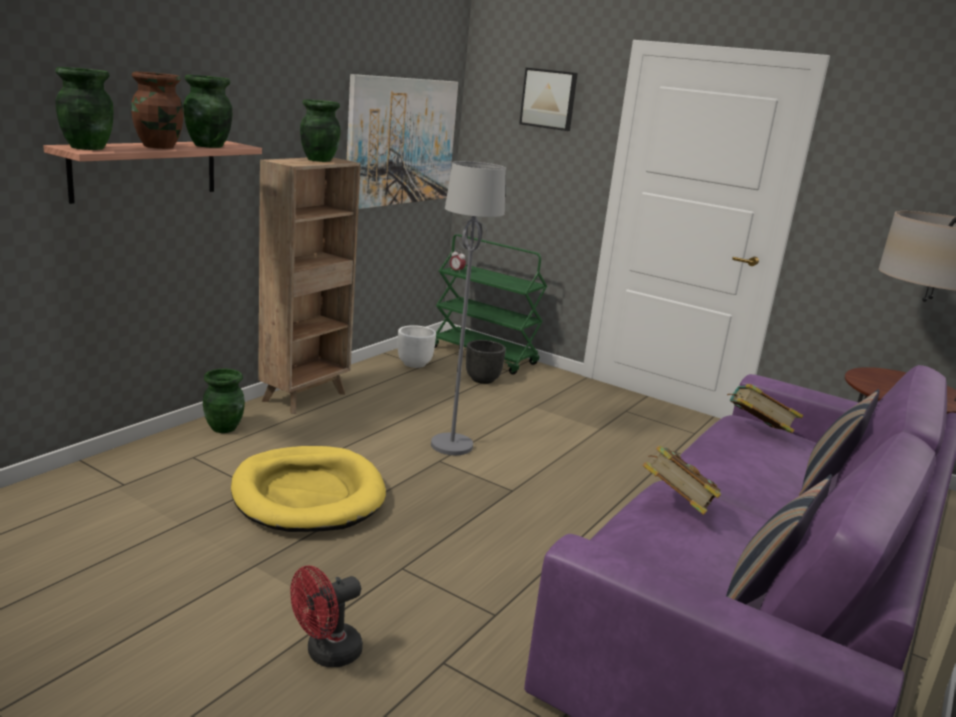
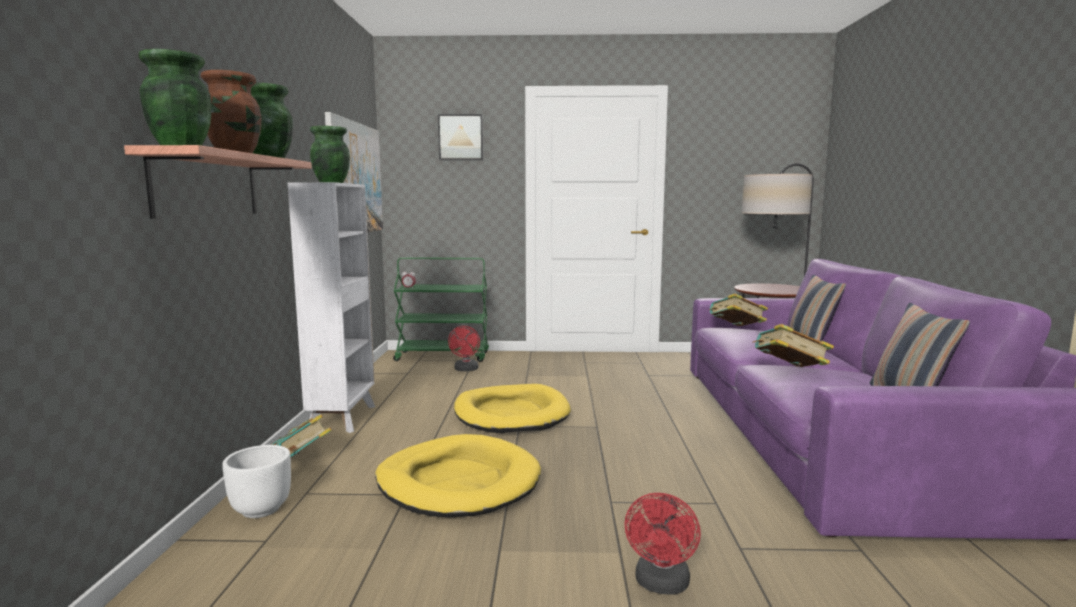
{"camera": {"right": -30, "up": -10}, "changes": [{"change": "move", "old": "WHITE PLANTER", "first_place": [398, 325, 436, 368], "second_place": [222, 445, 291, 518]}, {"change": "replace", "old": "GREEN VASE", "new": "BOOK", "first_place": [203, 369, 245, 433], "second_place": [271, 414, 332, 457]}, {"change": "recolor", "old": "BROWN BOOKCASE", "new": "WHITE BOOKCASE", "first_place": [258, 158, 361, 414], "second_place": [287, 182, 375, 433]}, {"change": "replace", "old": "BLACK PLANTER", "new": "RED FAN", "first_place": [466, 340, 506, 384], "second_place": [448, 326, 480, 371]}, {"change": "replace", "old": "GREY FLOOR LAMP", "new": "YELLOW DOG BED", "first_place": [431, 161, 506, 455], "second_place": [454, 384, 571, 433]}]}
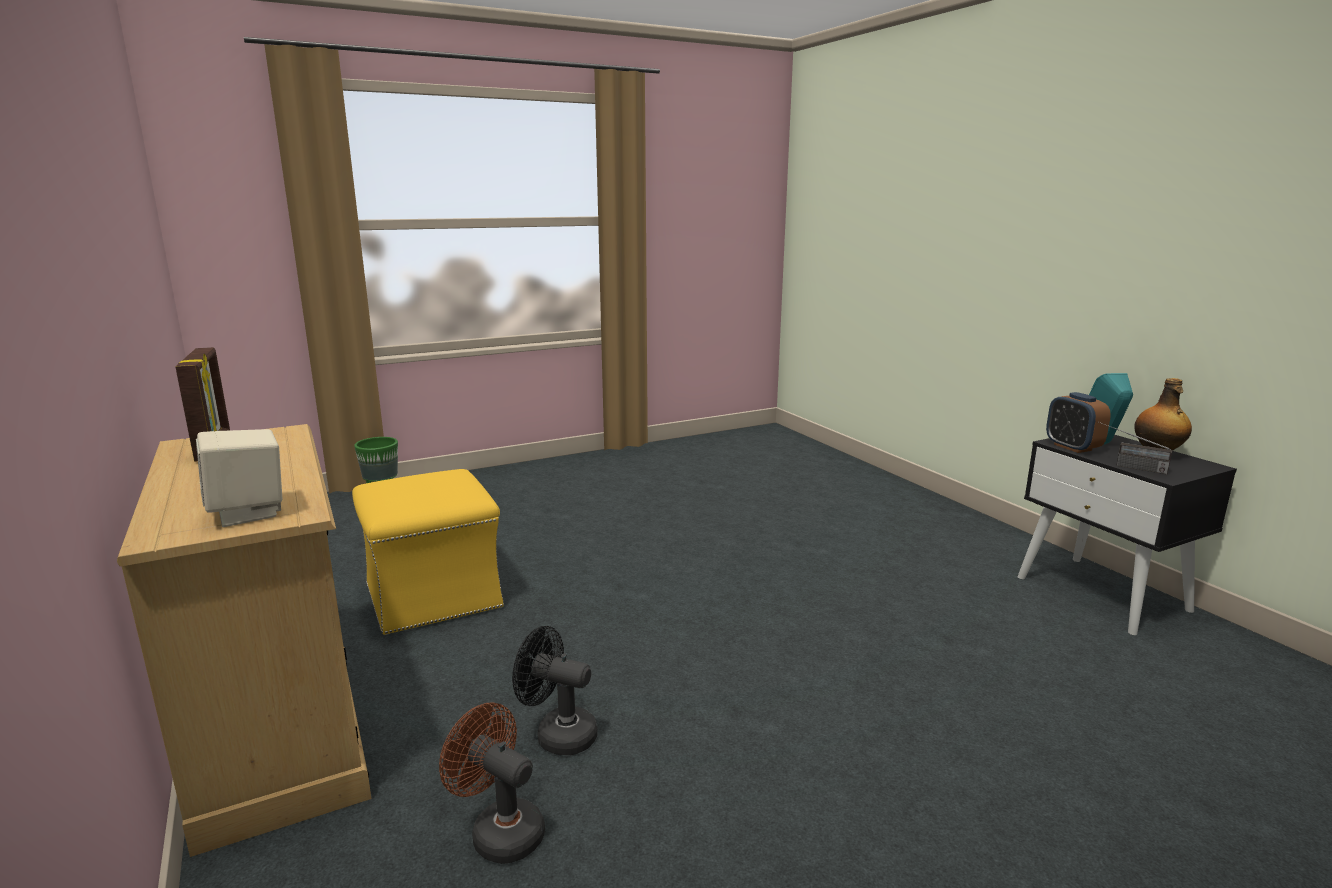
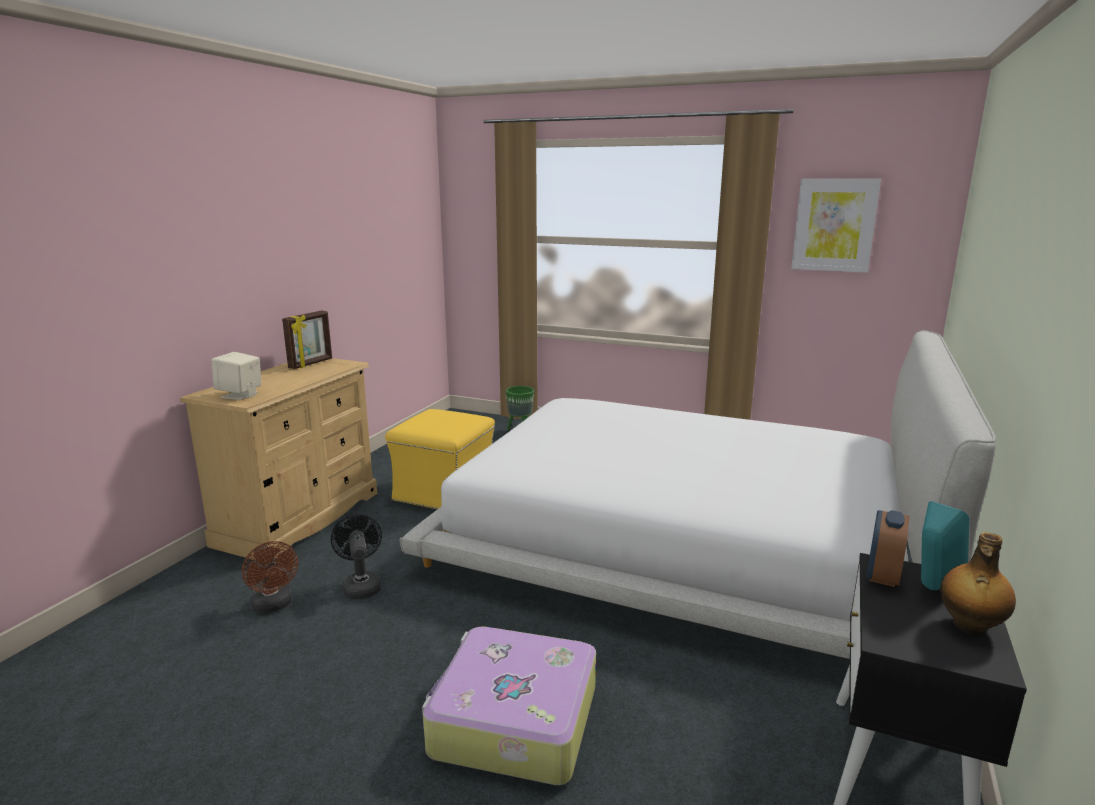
{"camera": {"right": 50, "up": 0}, "changes": [{"change": "rotate", "old": "BROWN FAN", "first_place": [439, 702, 545, 864], "second_place": [242, 541, 298, 613], "degrees": 150}, {"change": "insert", "new": "WHITE BED", "second_place": [399, 330, 996, 659]}, {"change": "insert", "new": "SUITCASE", "second_place": [422, 626, 596, 785]}, {"change": "insert", "new": "PICTURE", "second_place": [791, 179, 881, 273]}, {"change": "delete", "old": "RADIO", "first_place": [1099, 422, 1172, 474]}]}
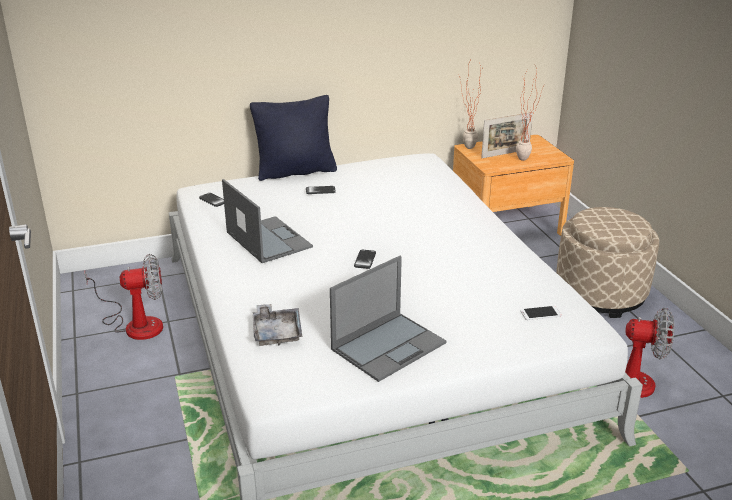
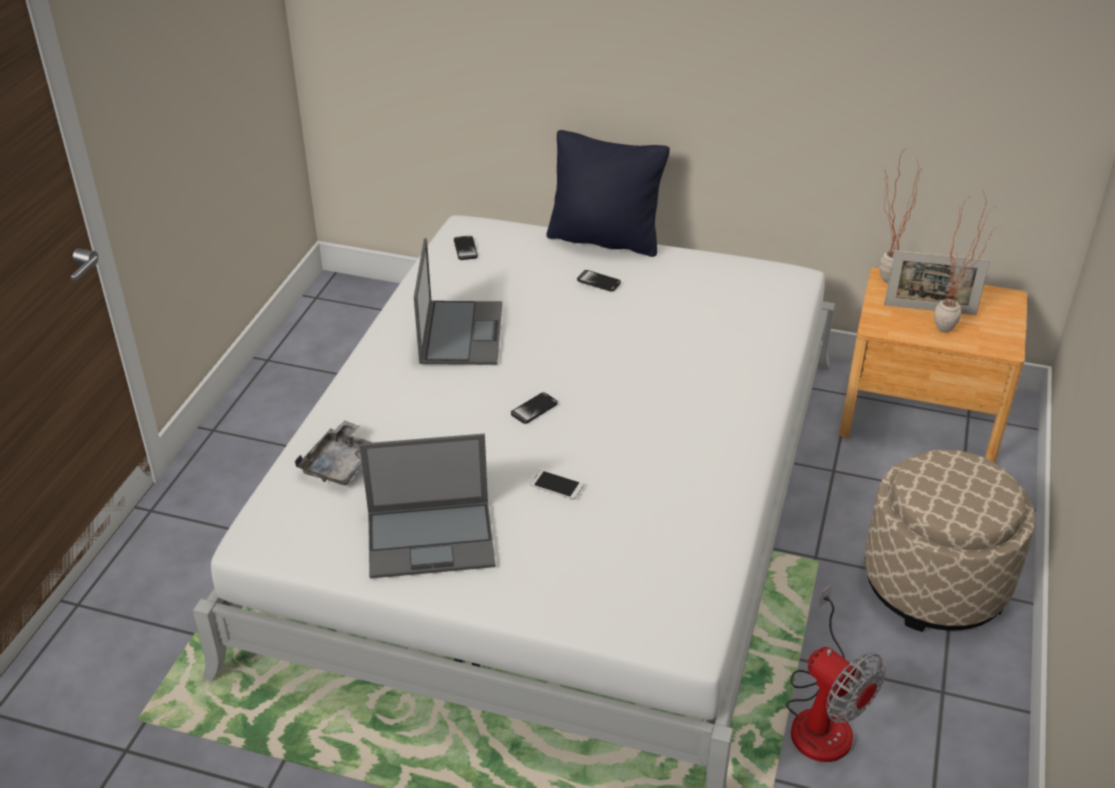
{"camera": {"right": 35, "up": 10}, "changes": [{"change": "move", "old": "PHONE", "first_place": [520, 306, 561, 320], "second_place": [530, 470, 584, 500]}, {"change": "delete", "old": "FAN", "first_place": [84, 254, 163, 340]}]}
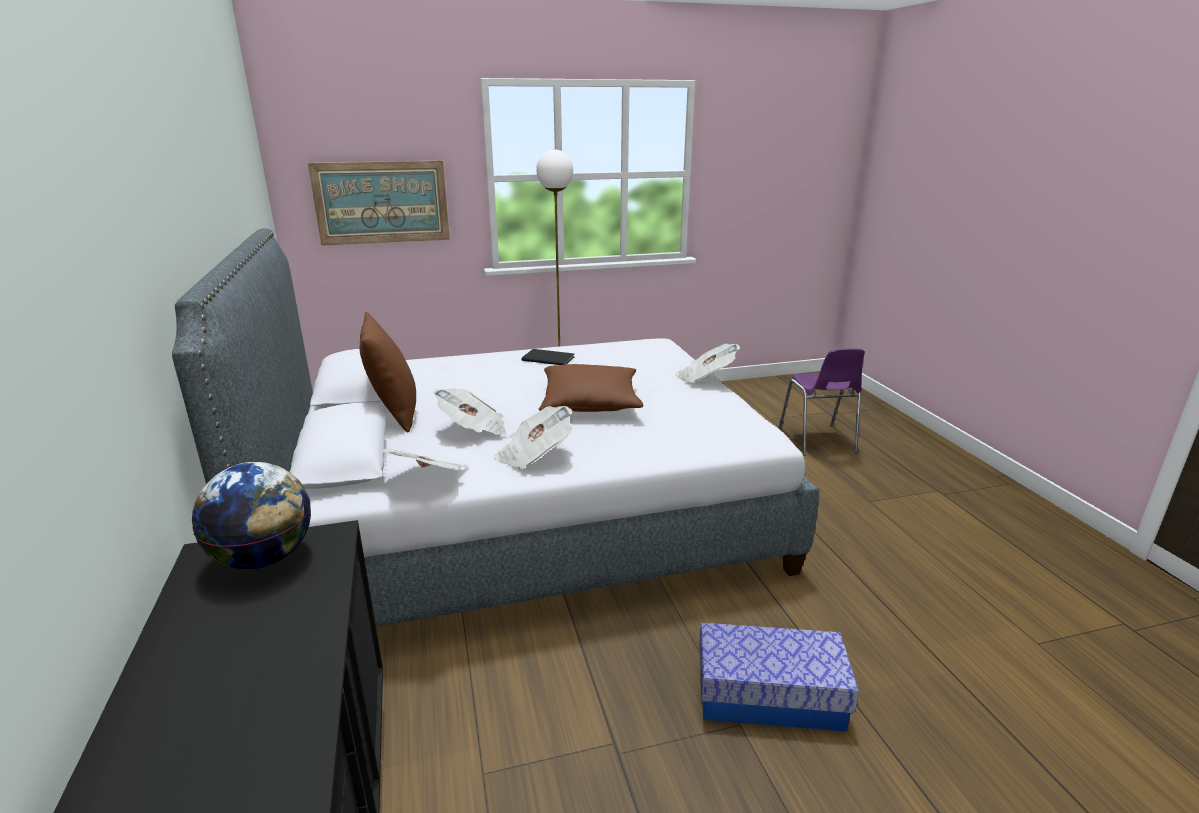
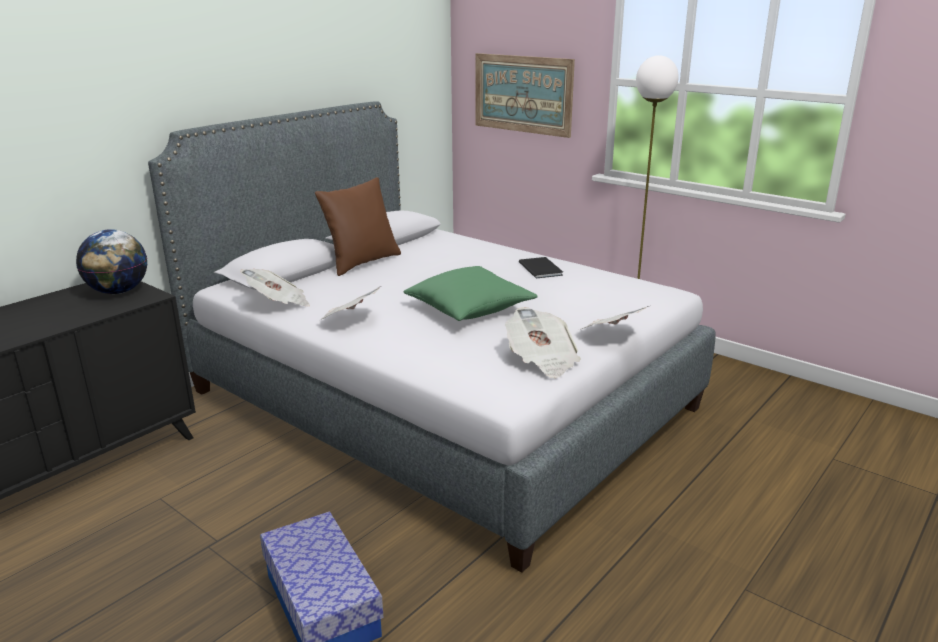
{"camera": {"right": 55, "up": 0}, "changes": [{"change": "recolor", "old": "BROWN PILLOW", "new": "GREEN PILLOW", "first_place": [539, 364, 644, 412], "second_place": [403, 266, 538, 321]}, {"change": "move", "old": "NEWSPAPER", "first_place": [433, 388, 506, 436], "second_place": [505, 307, 581, 379]}, {"change": "delete", "old": "PURPLE CHAIR", "first_place": [778, 348, 865, 456]}]}
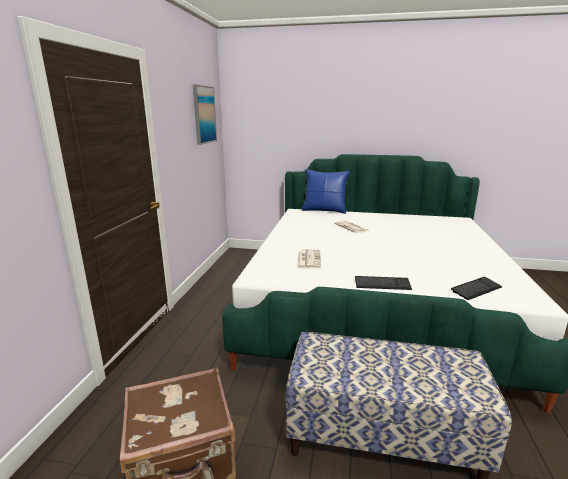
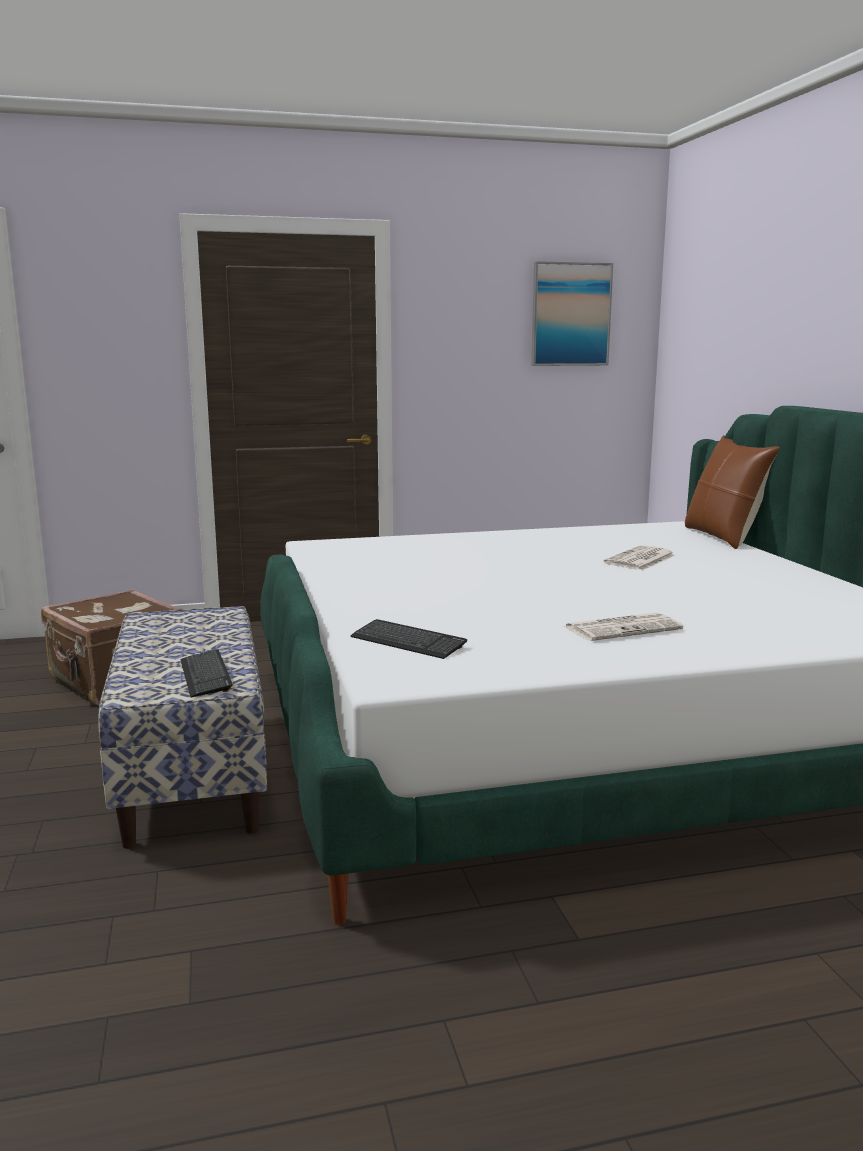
{"camera": {"right": 65, "up": -5}, "changes": [{"change": "move", "old": "KEYBOARD", "first_place": [355, 276, 412, 290], "second_place": [181, 649, 232, 698]}, {"change": "move", "old": "NEWSPAPER", "first_place": [297, 249, 321, 269], "second_place": [565, 613, 683, 641]}, {"change": "recolor", "old": "BLUE PILLOW", "new": "BROWN PILLOW", "first_place": [302, 169, 350, 214], "second_place": [685, 435, 780, 549]}]}
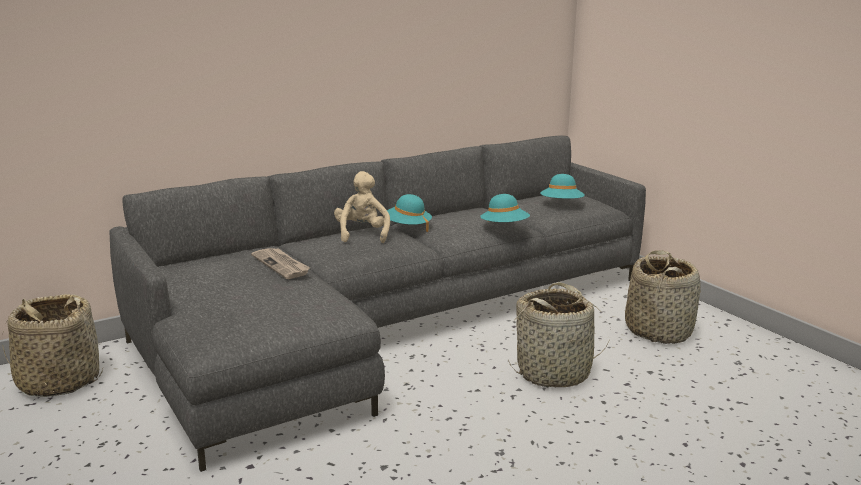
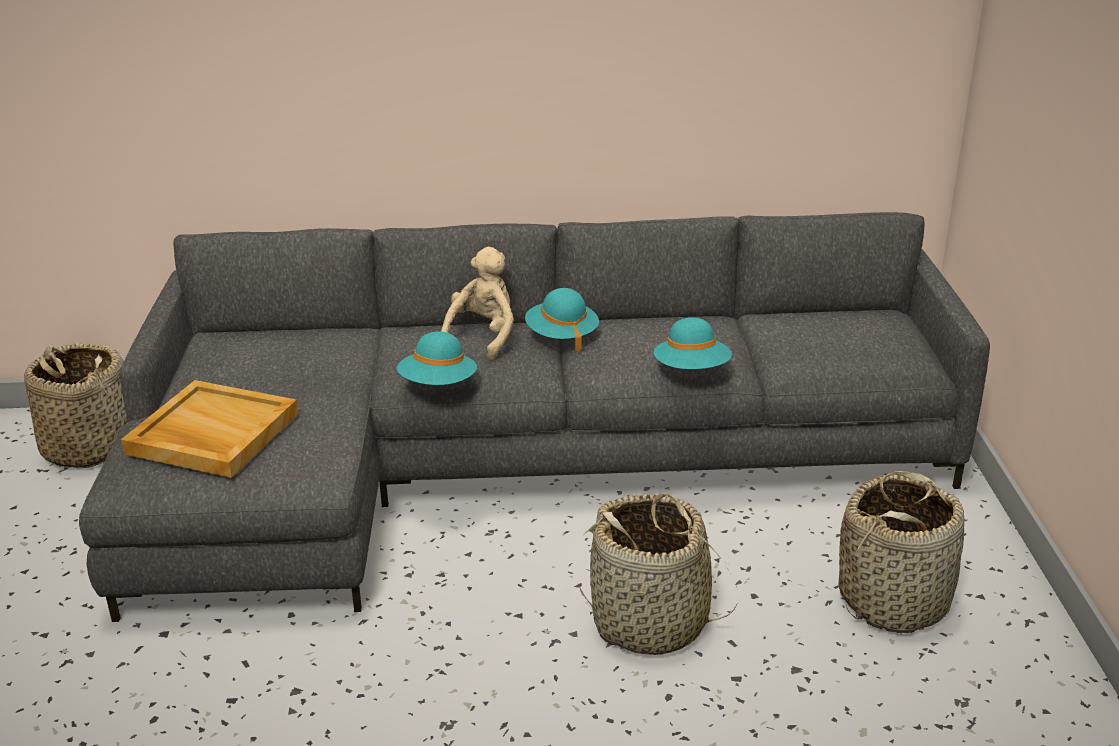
{"camera": {"right": 30, "up": 10}, "changes": [{"change": "insert", "new": "BEIGE TRAY", "second_place": [121, 380, 298, 478]}, {"change": "move", "old": "TURQUOISE HAT", "first_place": [540, 174, 585, 199], "second_place": [397, 331, 477, 385]}, {"change": "delete", "old": "NEWSPAPER", "first_place": [251, 248, 310, 279]}]}
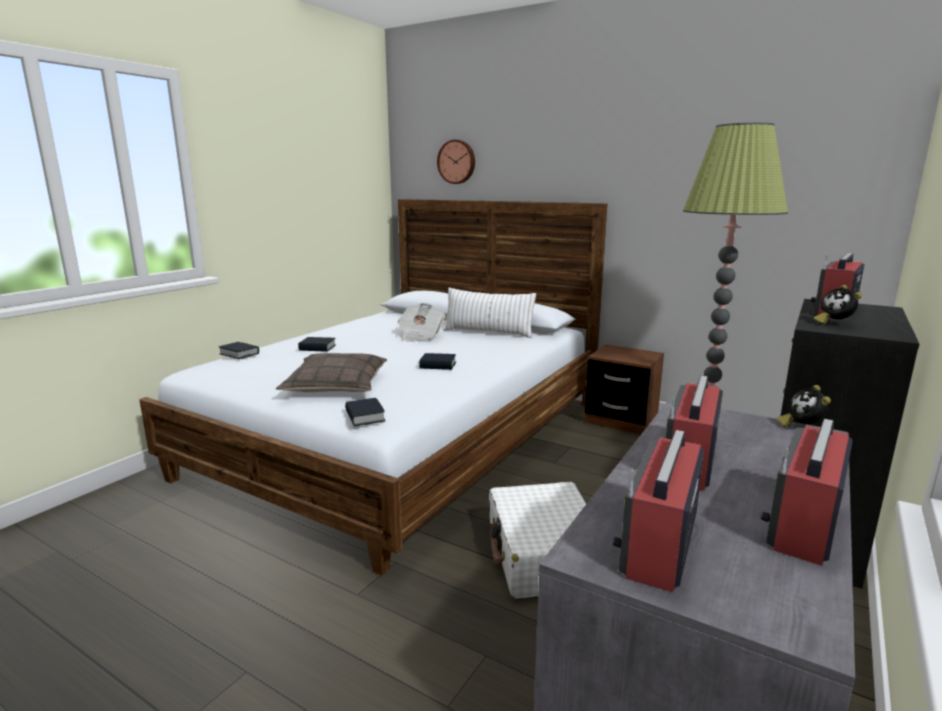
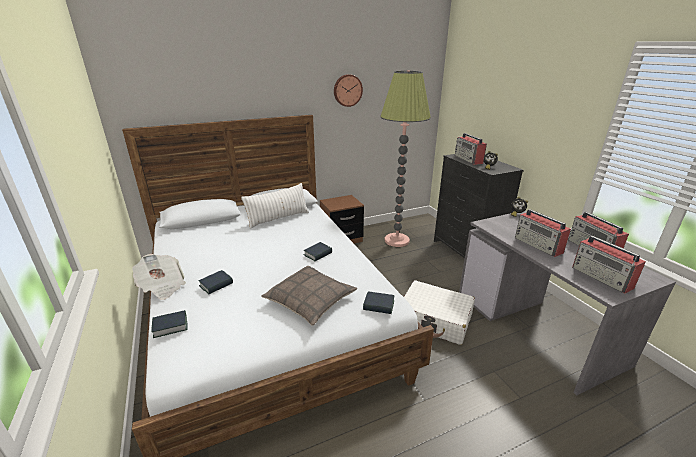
{"camera": {"right": -55, "up": 10}, "changes": [{"change": "move", "old": "NEWSPAPER", "first_place": [398, 303, 445, 342], "second_place": [132, 254, 186, 300]}, {"change": "move", "old": "WALL CLOCK", "first_place": [437, 140, 475, 184], "second_place": [334, 74, 363, 107]}]}
